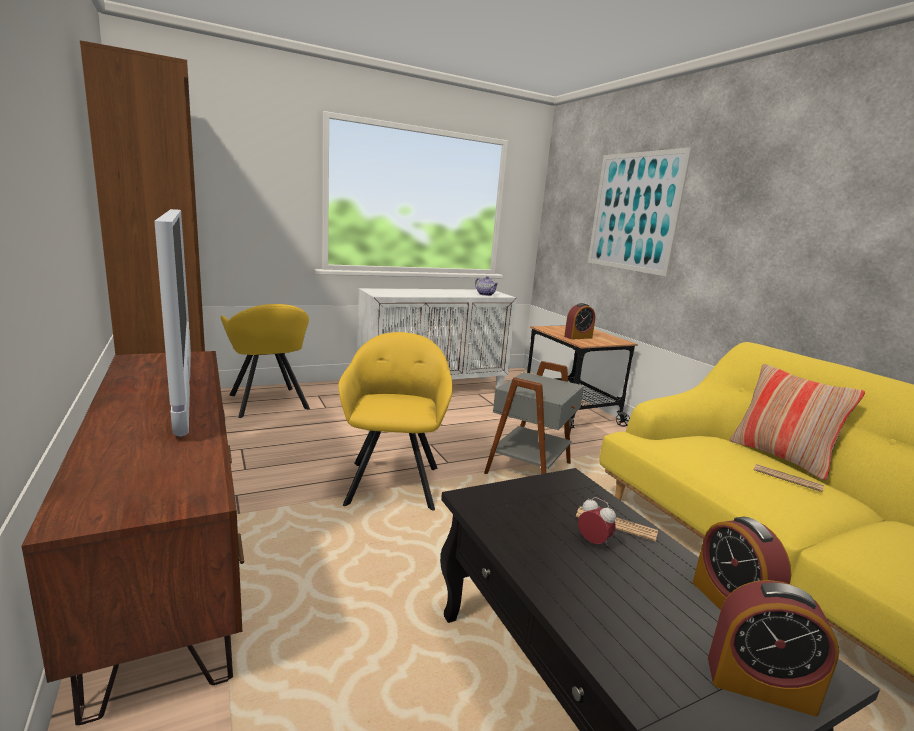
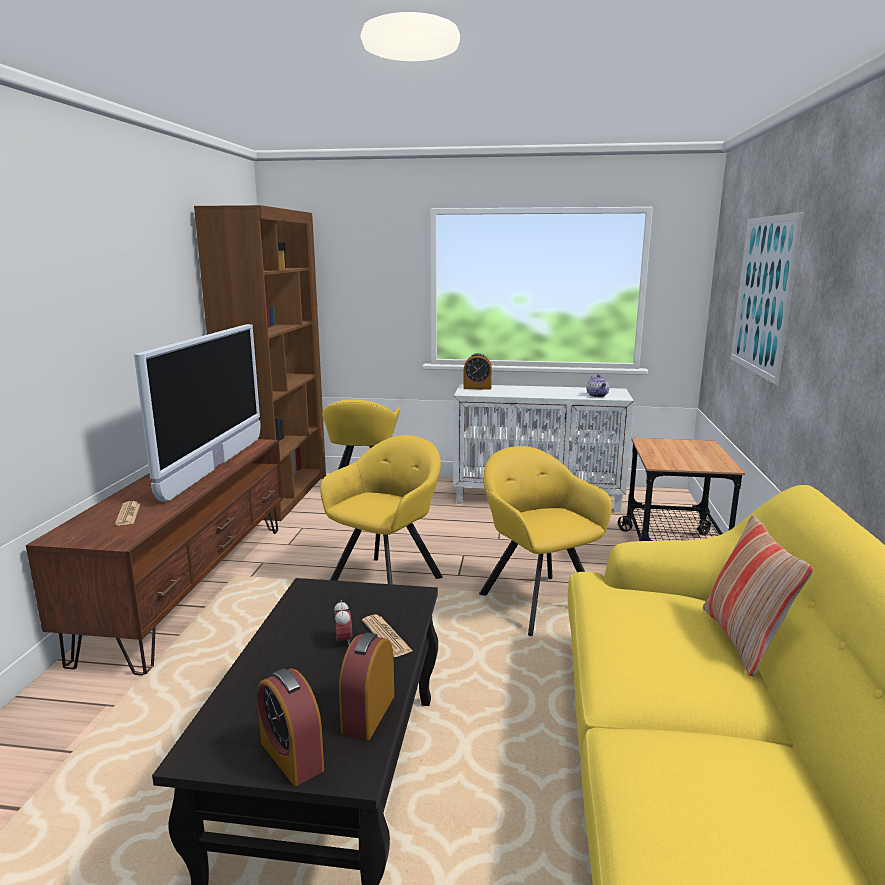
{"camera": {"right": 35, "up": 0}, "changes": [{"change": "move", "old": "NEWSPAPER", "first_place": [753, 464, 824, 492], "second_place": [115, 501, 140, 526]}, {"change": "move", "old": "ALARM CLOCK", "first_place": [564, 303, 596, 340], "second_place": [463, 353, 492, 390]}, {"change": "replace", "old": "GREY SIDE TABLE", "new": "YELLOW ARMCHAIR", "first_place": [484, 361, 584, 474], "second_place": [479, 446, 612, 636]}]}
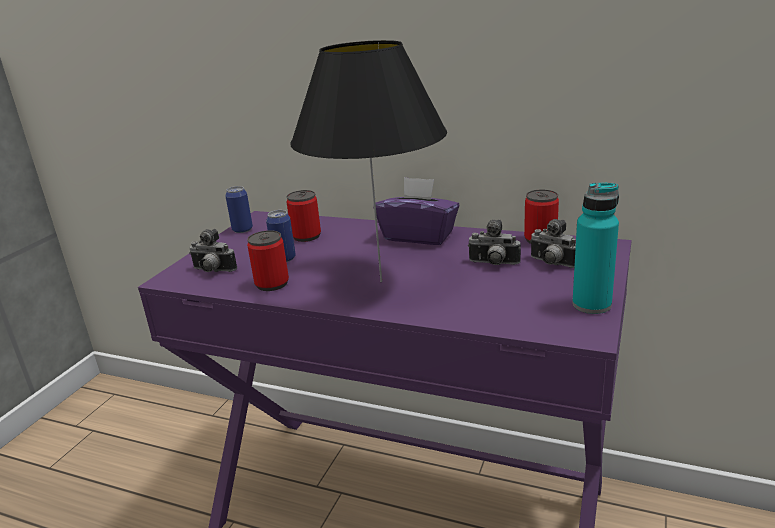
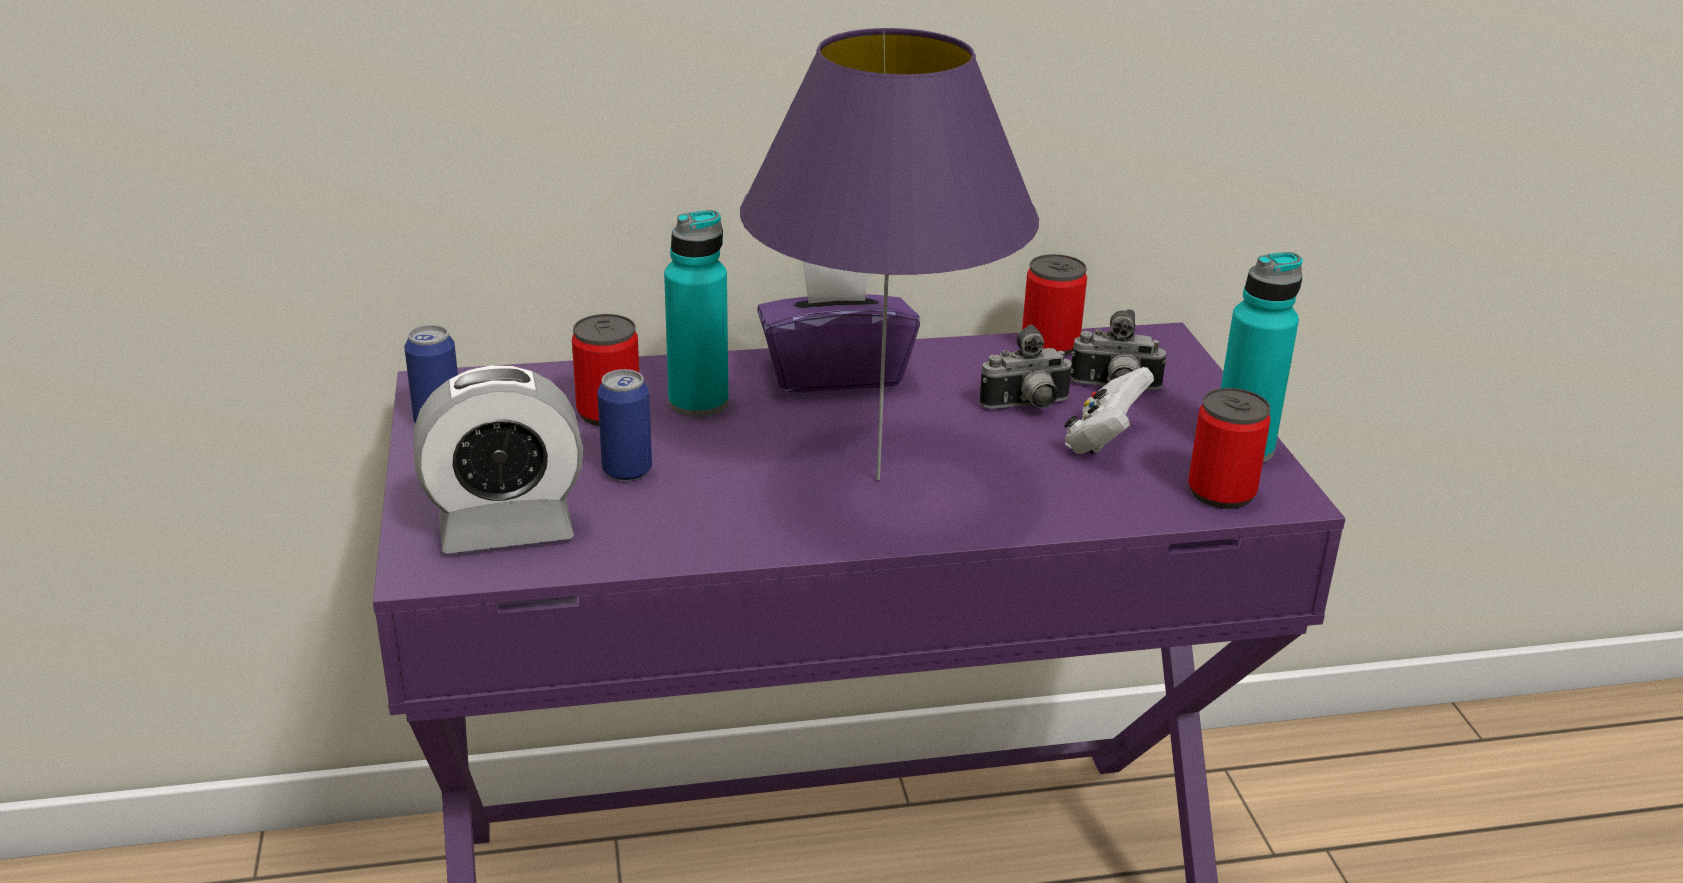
{"camera": {"right": -35, "up": 5}, "changes": [{"change": "replace", "old": "PHOTO CAMERA", "new": "ALARM CLOCK", "first_place": [189, 229, 237, 272], "second_place": [413, 365, 583, 554]}, {"change": "insert", "new": "TURQUOISE BOTTLE", "second_place": [664, 210, 729, 417]}, {"change": "recolor", "old": "BLACK TABLE LAMP", "new": "PURPLE TABLE LAMP", "first_place": [290, 40, 447, 282], "second_place": [740, 28, 1039, 480]}, {"change": "insert", "new": "WHITE GAME CONTROLLER", "second_place": [1064, 367, 1154, 454]}, {"change": "move", "old": "CAN", "first_place": [247, 230, 289, 291], "second_place": [1188, 388, 1270, 509]}]}
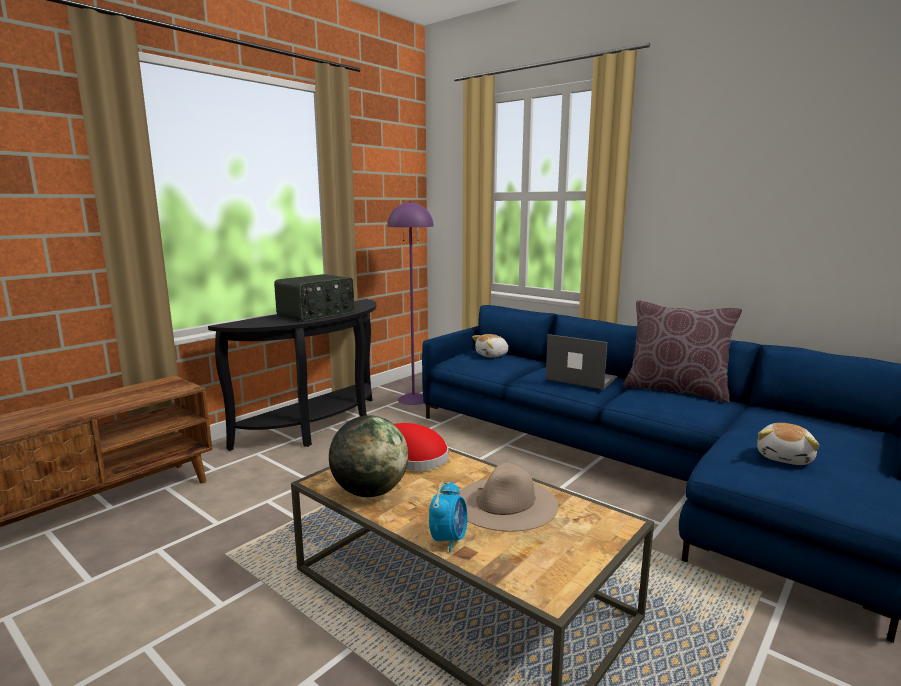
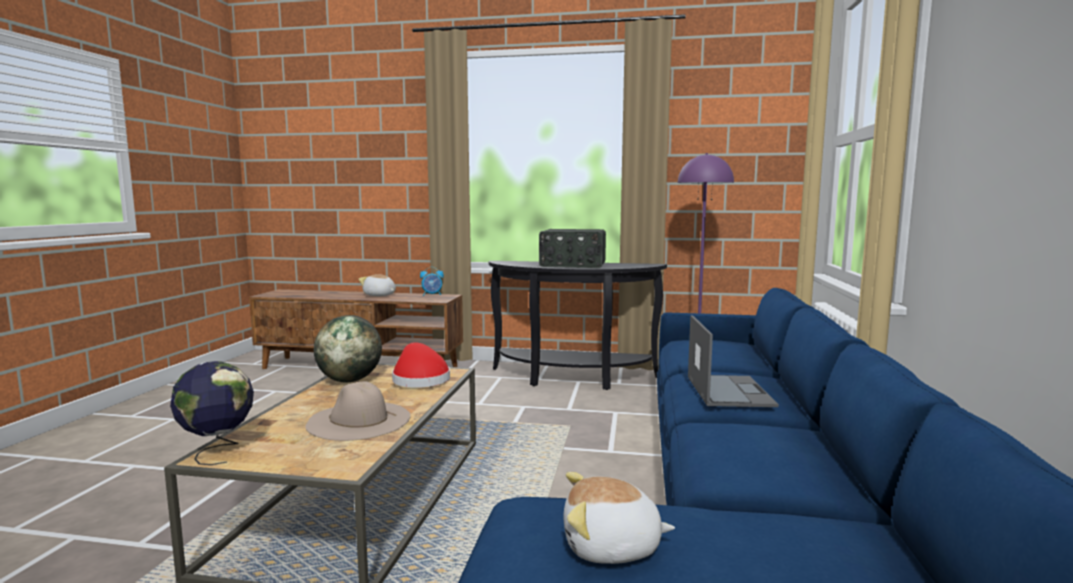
{"camera": {"right": 60, "up": -5}, "changes": [{"change": "insert", "new": "GLOBE", "second_place": [170, 361, 254, 465]}, {"change": "move", "old": "PLUSH TOY", "first_place": [472, 334, 509, 357], "second_place": [359, 274, 396, 296]}, {"change": "move", "old": "ALARM CLOCK", "first_place": [429, 481, 467, 552], "second_place": [420, 267, 444, 296]}, {"change": "delete", "old": "BROWN PILLOW", "first_place": [623, 300, 742, 403]}]}
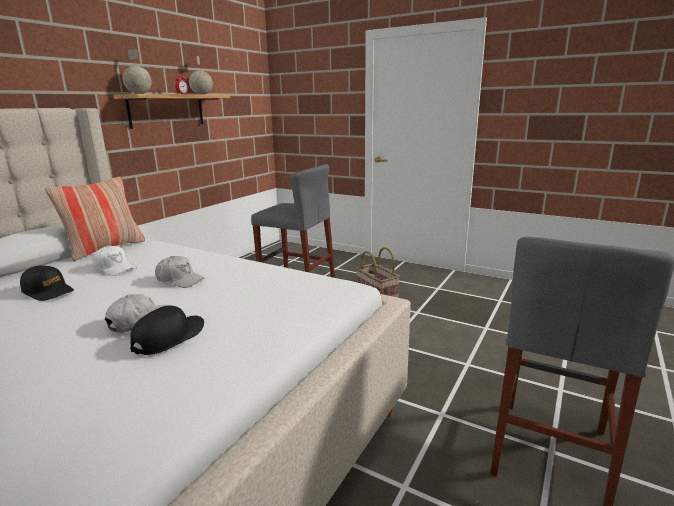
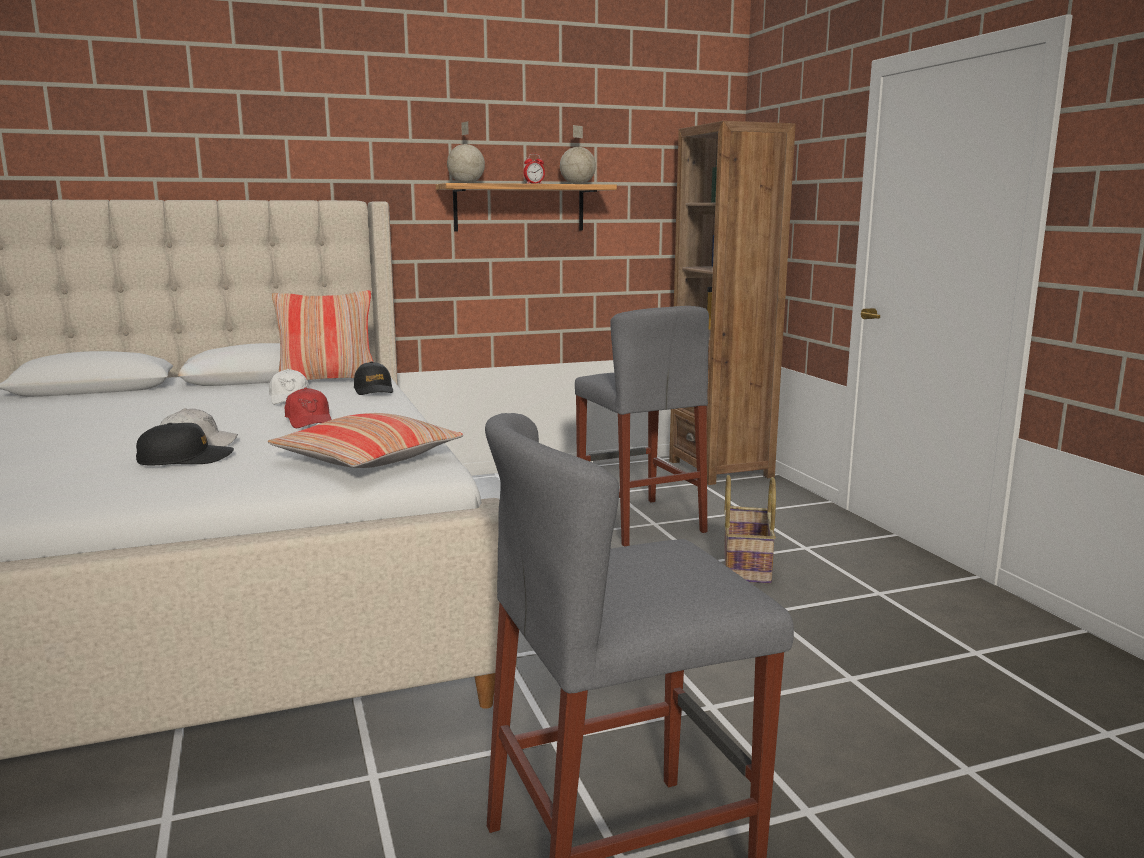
{"camera": {"right": 40, "up": -5}, "changes": [{"change": "insert", "new": "PILLOW", "second_place": [268, 413, 463, 468]}, {"change": "recolor", "old": "WHITE CAP", "new": "RED CAP", "first_place": [155, 256, 205, 288], "second_place": [285, 387, 332, 428]}, {"change": "move", "old": "BLACK CAP", "first_place": [20, 265, 74, 301], "second_place": [354, 362, 393, 395]}, {"change": "insert", "new": "BROWN BOOKCASE", "second_place": [669, 121, 796, 485]}]}
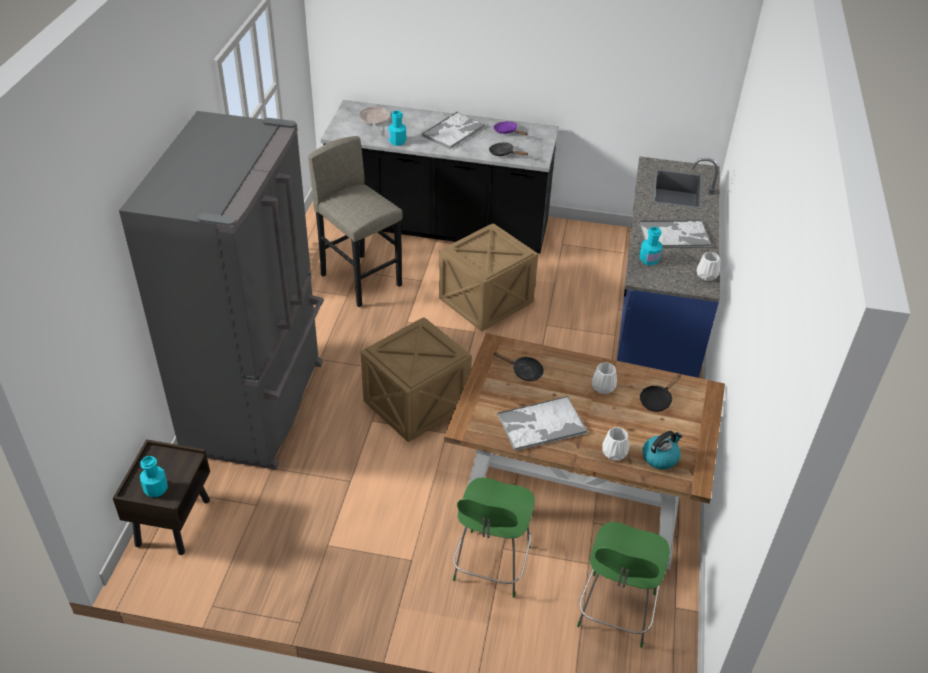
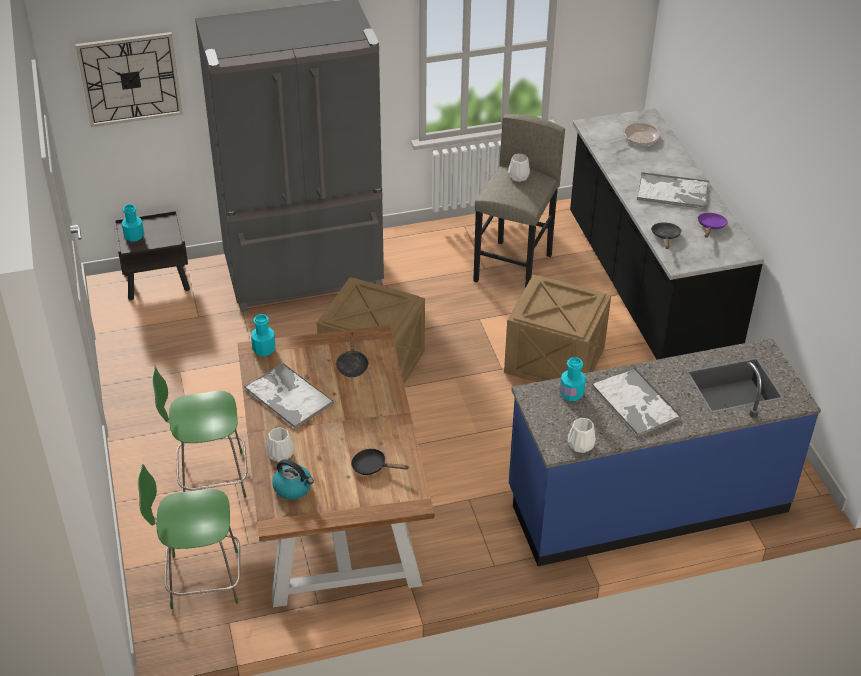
{"camera": {"right": 65, "up": 0}, "changes": [{"change": "insert", "new": "WALL CLOCK", "second_place": [75, 32, 183, 127]}, {"change": "move", "old": "TURQUOISE BOTTLE", "first_place": [388, 111, 406, 146], "second_place": [251, 314, 275, 356]}, {"change": "move", "old": "WHITE VASE", "first_place": [592, 362, 617, 394], "second_place": [508, 154, 530, 182]}]}
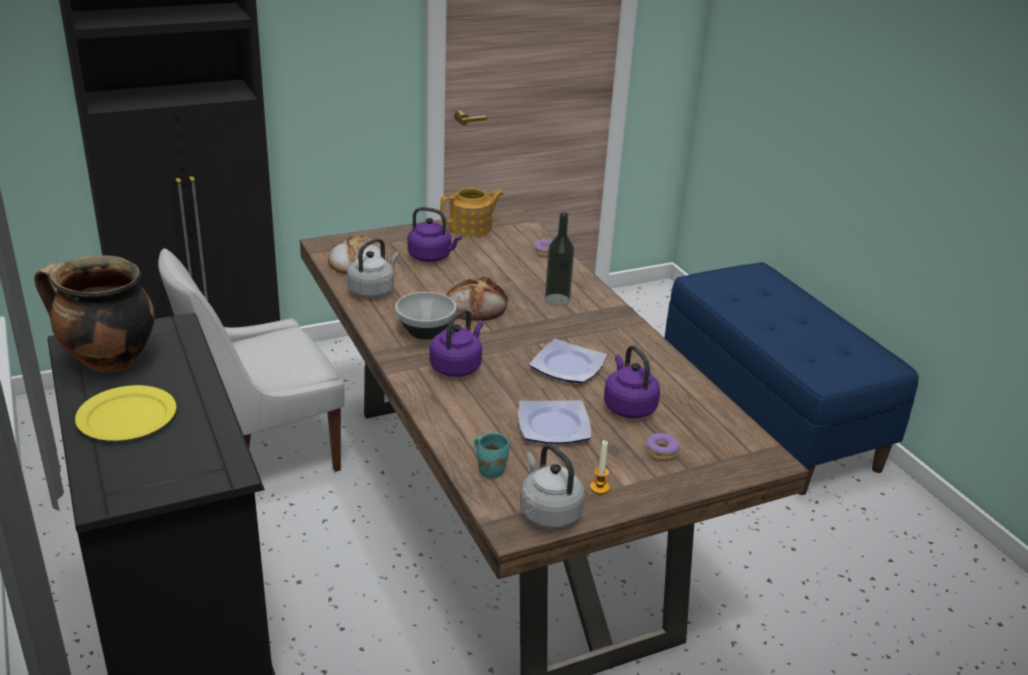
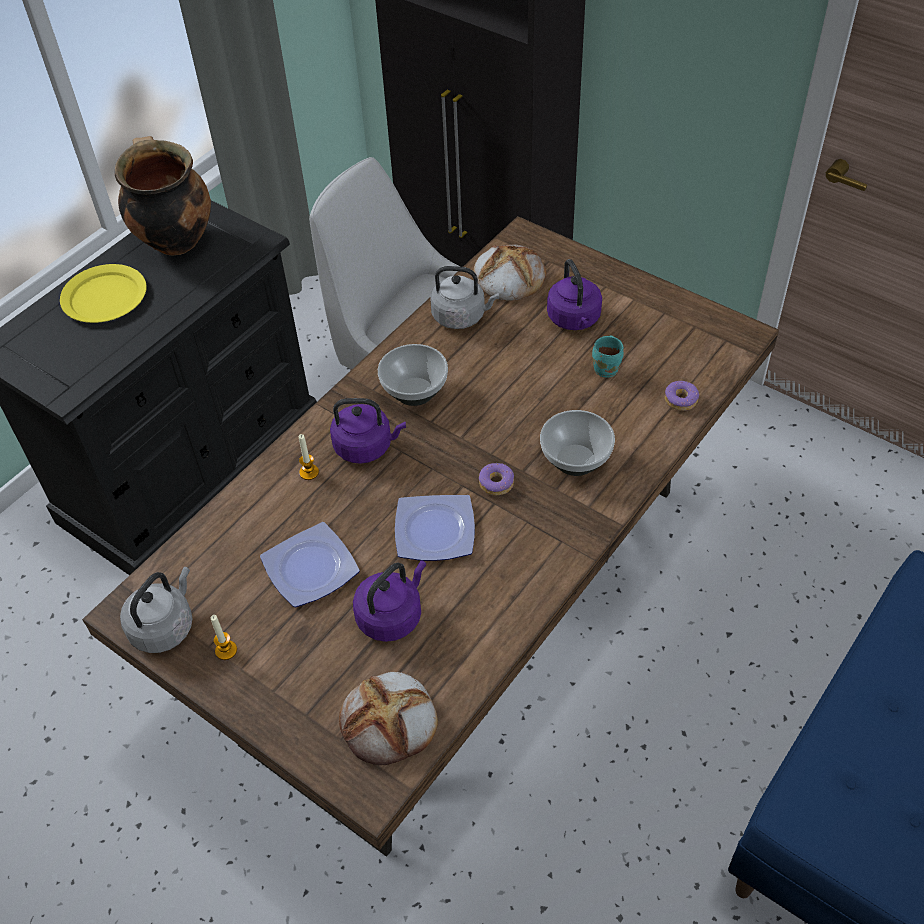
{"camera": {"right": 65, "up": 20}, "changes": [{"change": "insert", "new": "CANDLE", "second_place": [299, 434, 319, 480]}, {"change": "move", "old": "BREAD", "first_place": [446, 277, 508, 320], "second_place": [339, 672, 438, 765]}, {"change": "move", "old": "DONUT", "first_place": [645, 433, 680, 460], "second_place": [479, 463, 514, 495]}, {"change": "replace", "old": "BOTTLE", "new": "BOWL", "first_place": [545, 212, 574, 306], "second_place": [540, 410, 615, 476]}, {"change": "move", "old": "TURQUOISE MUG", "first_place": [474, 433, 509, 478], "second_place": [592, 335, 624, 378]}, {"change": "delete", "old": "TEAPOT", "first_place": [440, 188, 504, 237]}]}
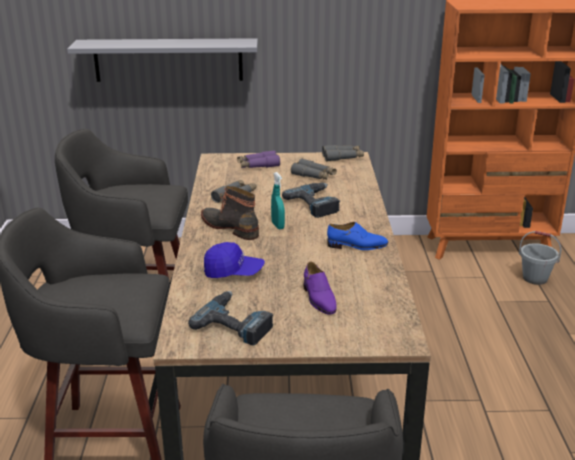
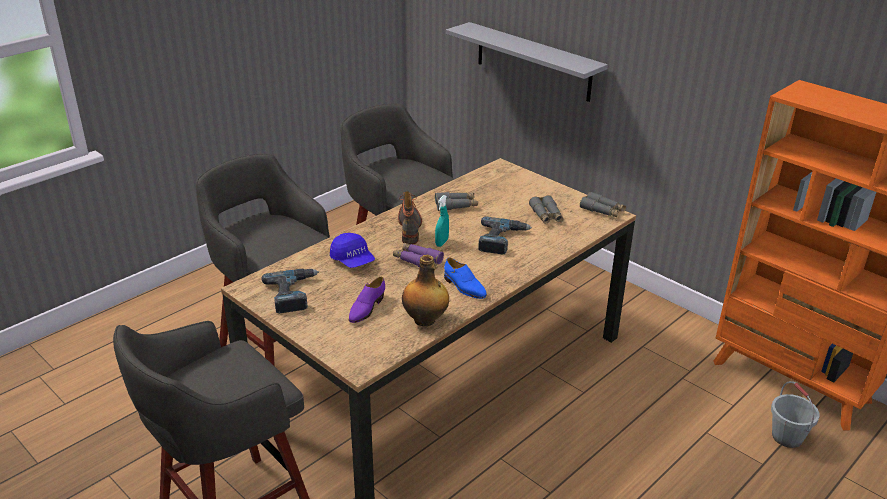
{"camera": {"right": 45, "up": 5}, "changes": [{"change": "move", "old": "PURPLE BINOCULARS", "first_place": [237, 150, 280, 168], "second_place": [393, 243, 444, 267]}, {"change": "insert", "new": "BOTTLE", "second_place": [402, 255, 449, 326]}]}
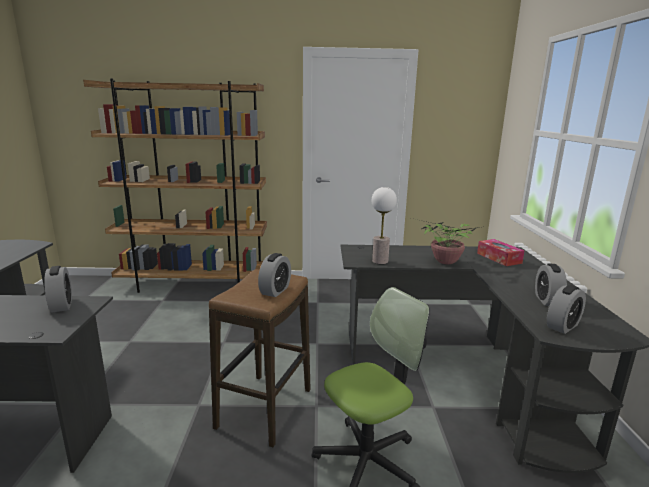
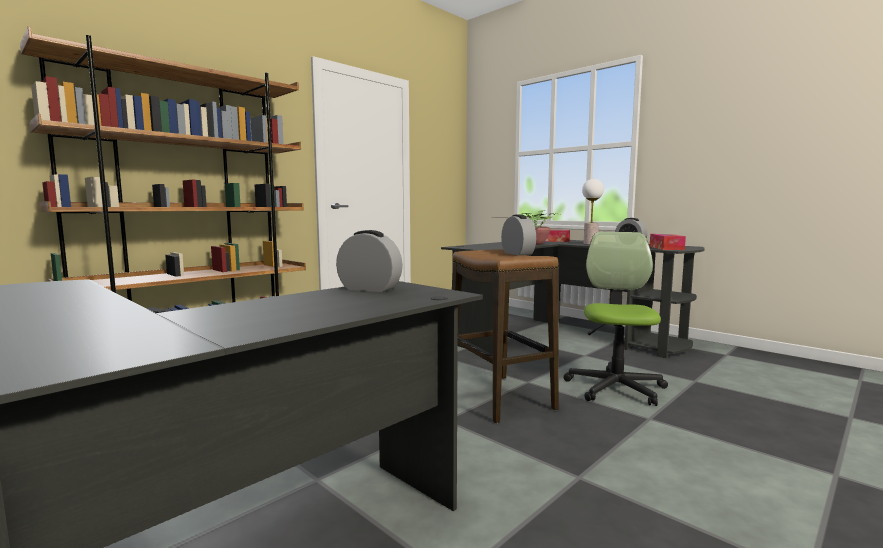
{"camera": {"right": -45, "up": -10}, "changes": [{"change": "move", "old": "TABLE LAMP", "first_place": [372, 187, 397, 264], "second_place": [582, 179, 604, 245]}, {"change": "replace", "old": "ALARM CLOCK", "new": "TISSUE BOX", "first_place": [547, 285, 586, 334], "second_place": [650, 234, 686, 250]}]}
